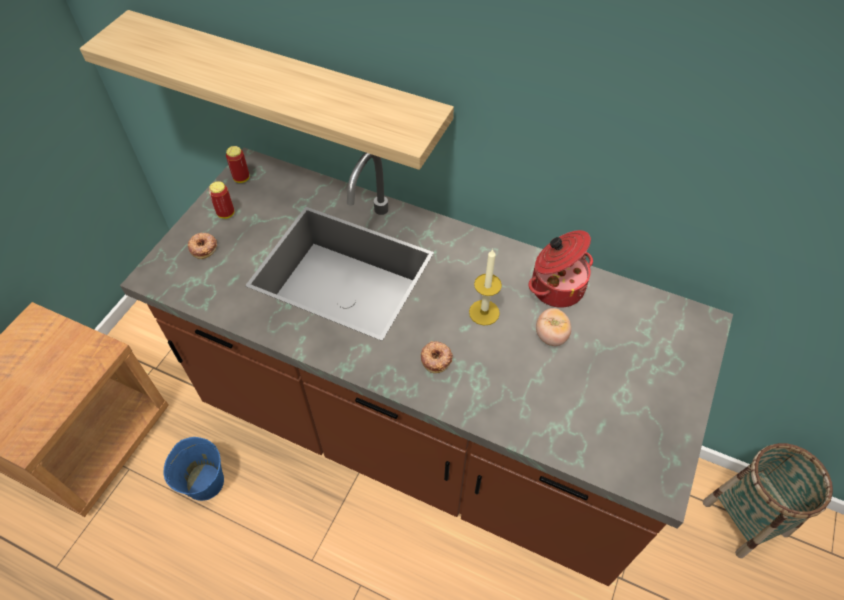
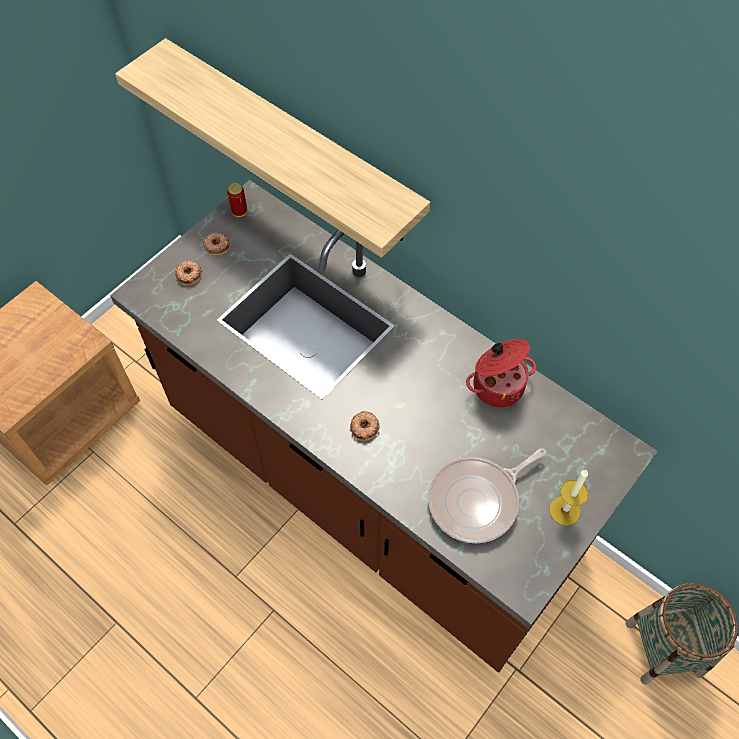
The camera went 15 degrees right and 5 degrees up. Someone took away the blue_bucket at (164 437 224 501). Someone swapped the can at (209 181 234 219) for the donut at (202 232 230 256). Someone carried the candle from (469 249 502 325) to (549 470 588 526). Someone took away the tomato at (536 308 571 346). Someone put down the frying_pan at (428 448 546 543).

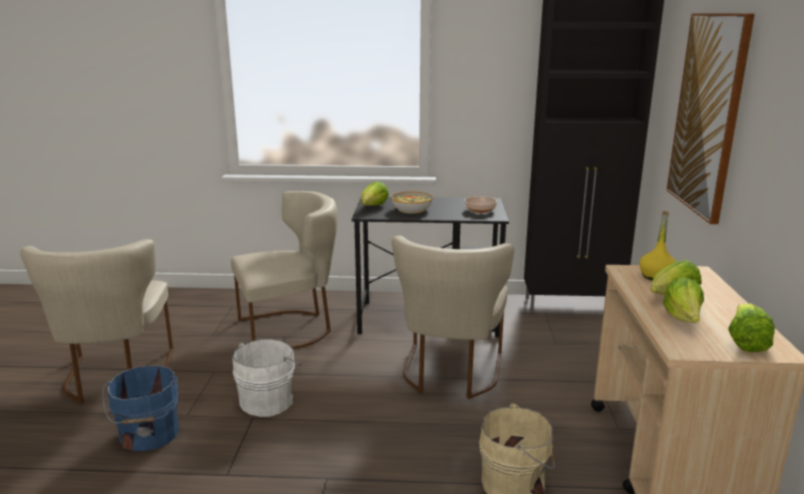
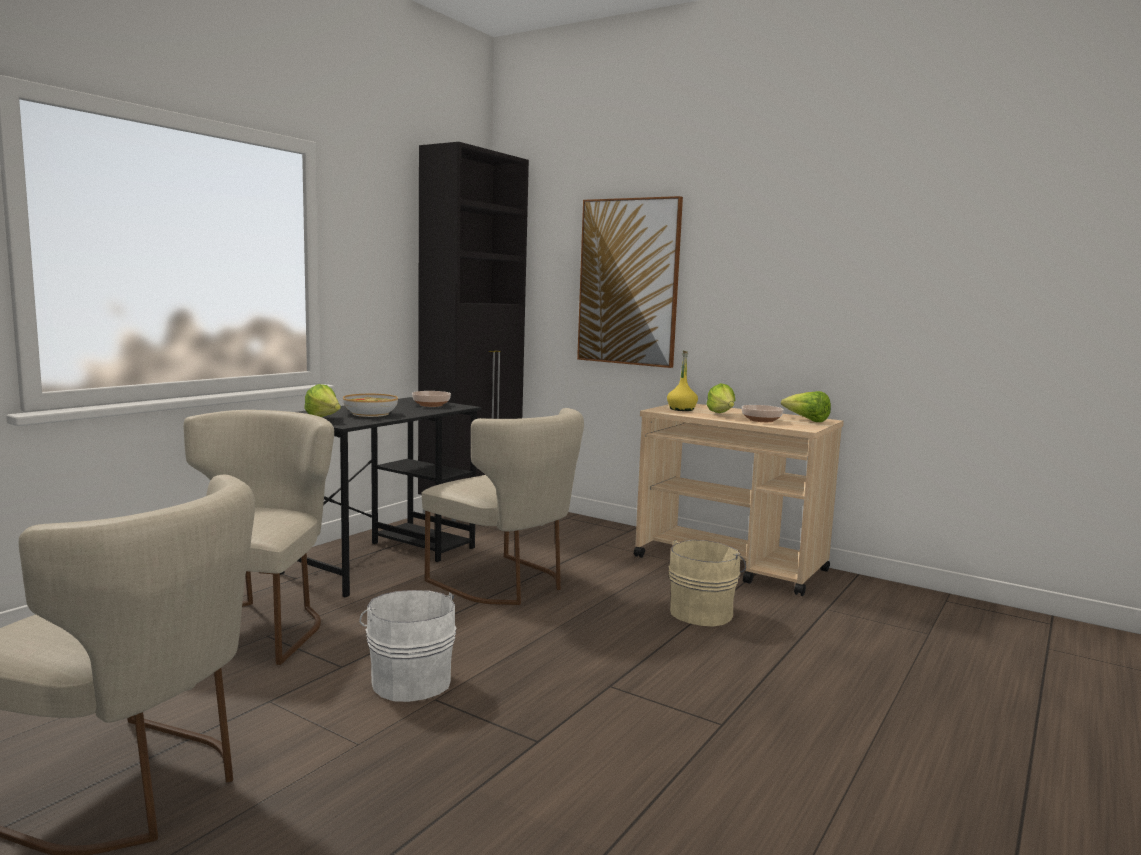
The camera went 60 degrees left and 10 degrees down. Someone took away the blue_bucket at (102 366 179 451). Someone swapped the lettuce at (663 277 704 323) for the bowl at (742 405 784 422).

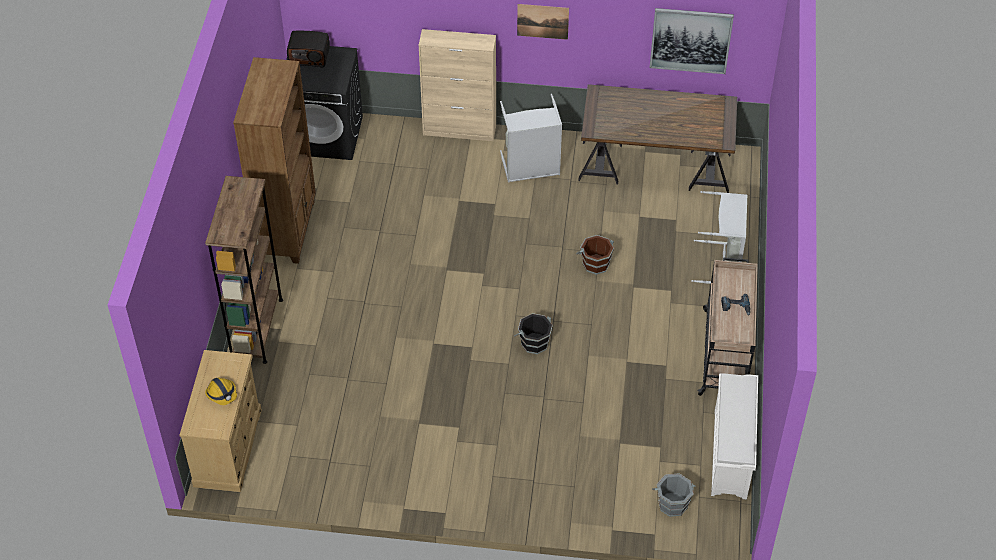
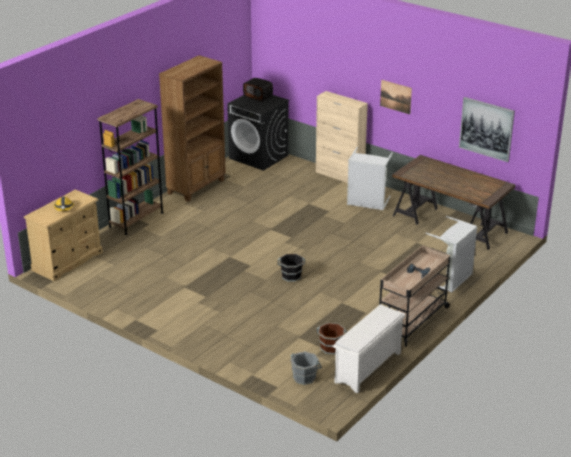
The camera went 30 degrees right and 20 degrees down. Someone carried the brown_bucket from (576 235 614 275) to (317 323 347 354).

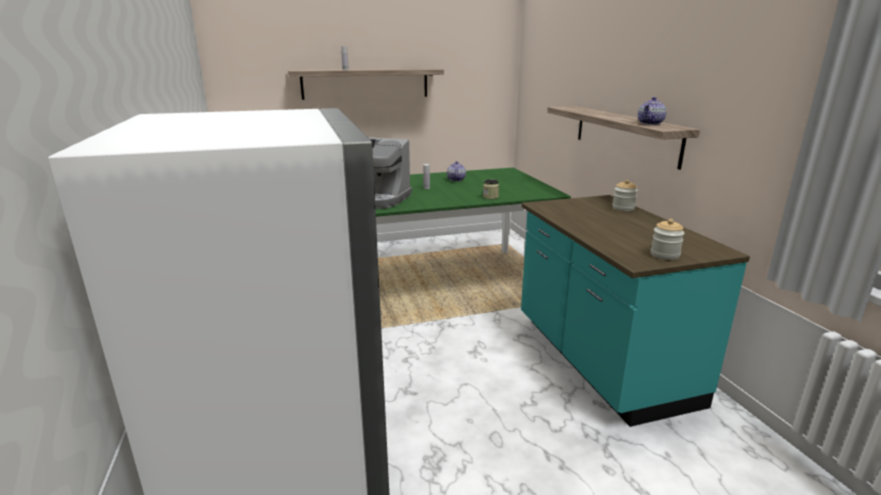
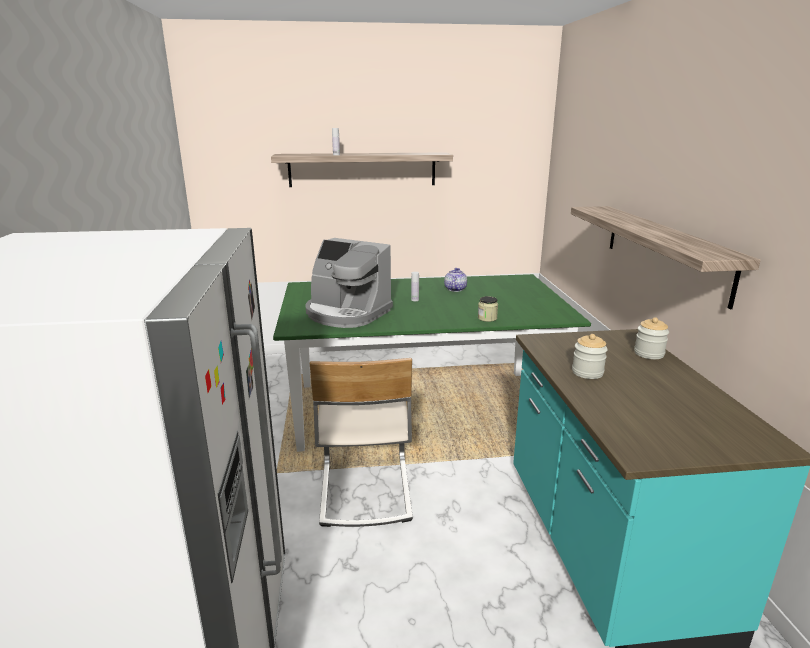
The camera went 10 degrees right and 0 degrees up. Someone took away the teapot at (638 97 667 125). Someone carried the jar from (650 219 685 260) to (572 334 608 379). Someone put down the beige_chair at (310 358 413 527).

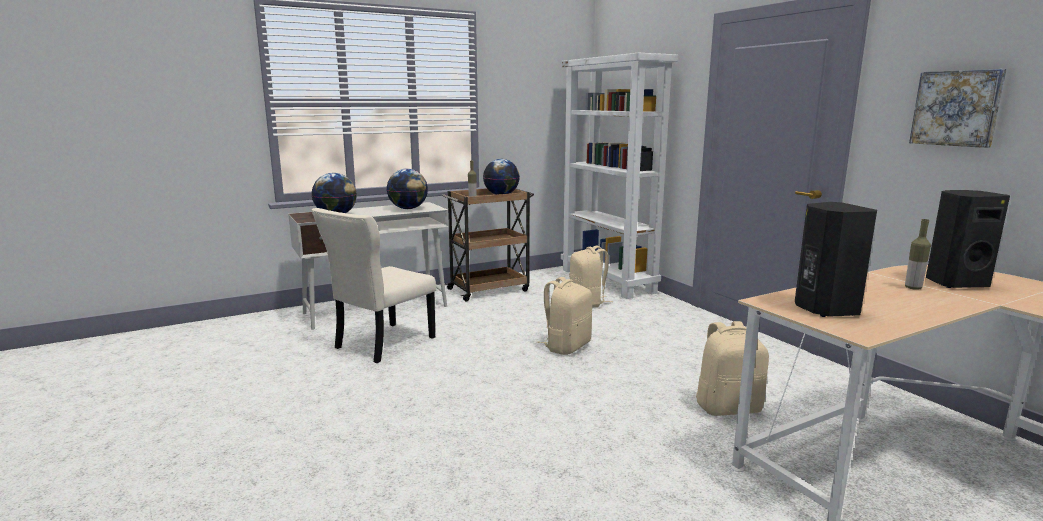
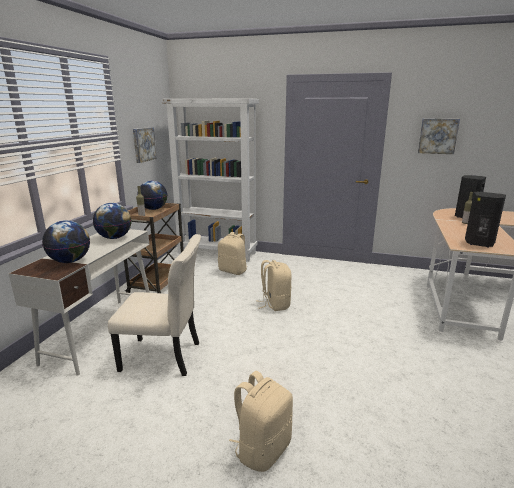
The camera went 45 degrees left and 5 degrees up. Someone rotated the beige_chair at (312 208 436 363) by 75 degrees counterclockwise. Someone carried the beige_backpack from (696 321 769 416) to (229 371 293 472). Someone put up the picture at (133 127 157 163).

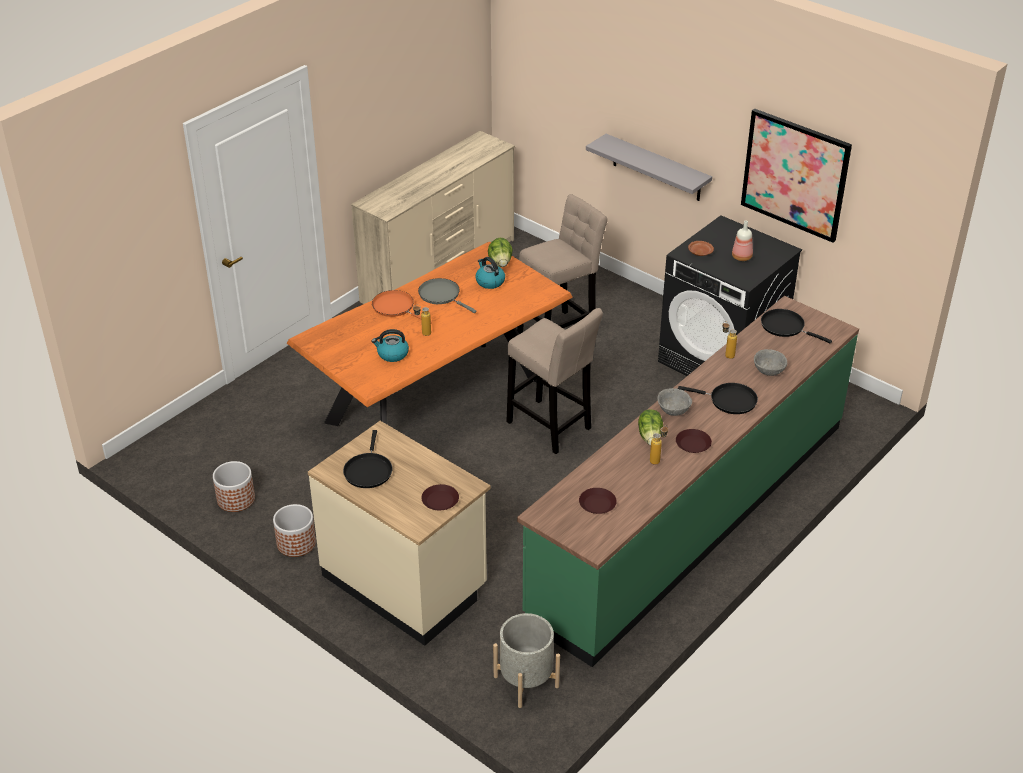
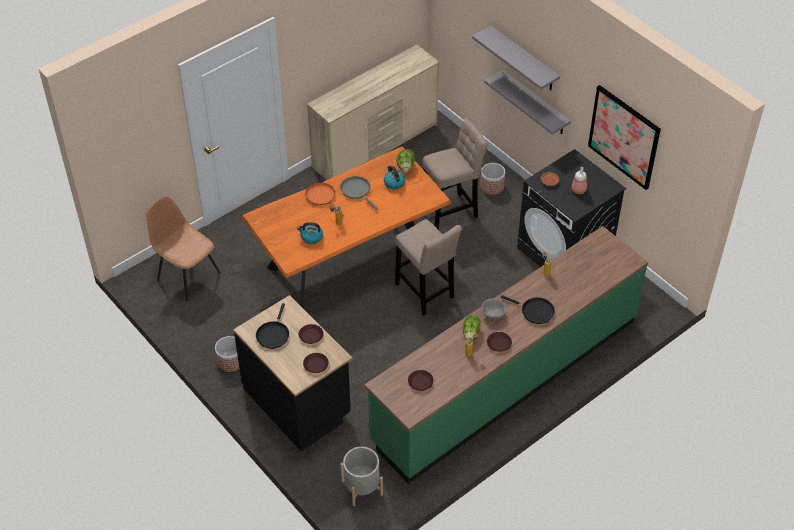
The camera went 10 degrees right and 10 degrees up. Someone carried the planter from (213 461 255 512) to (480 163 505 195). Someone repainted the beige_counter at (308 421 491 646), which became the black_counter at (233 295 352 451). Someone took away the grey_bowl at (754 349 787 376). Someone took away the black_frying_pan at (761 309 832 343). Someone put down the brown_chair at (146 196 221 301). Someone put down the brown_plate at (299 324 324 344). Someone put up the grey_shelf at (472 26 560 90).

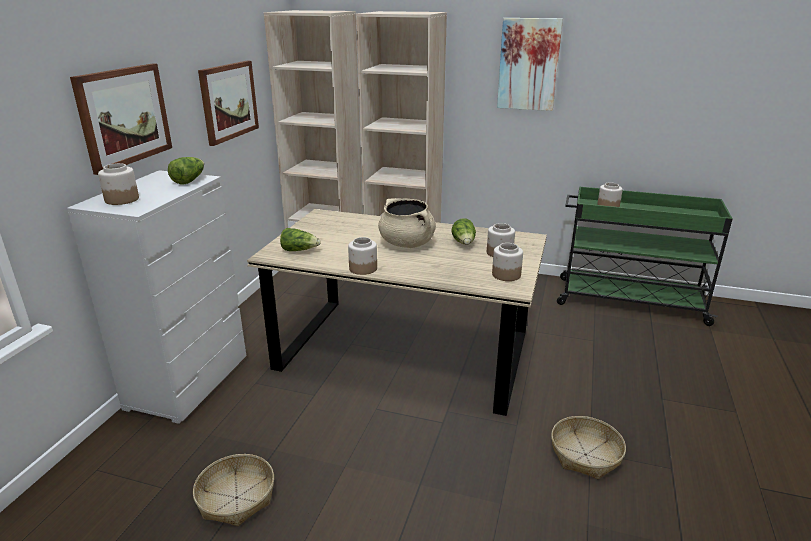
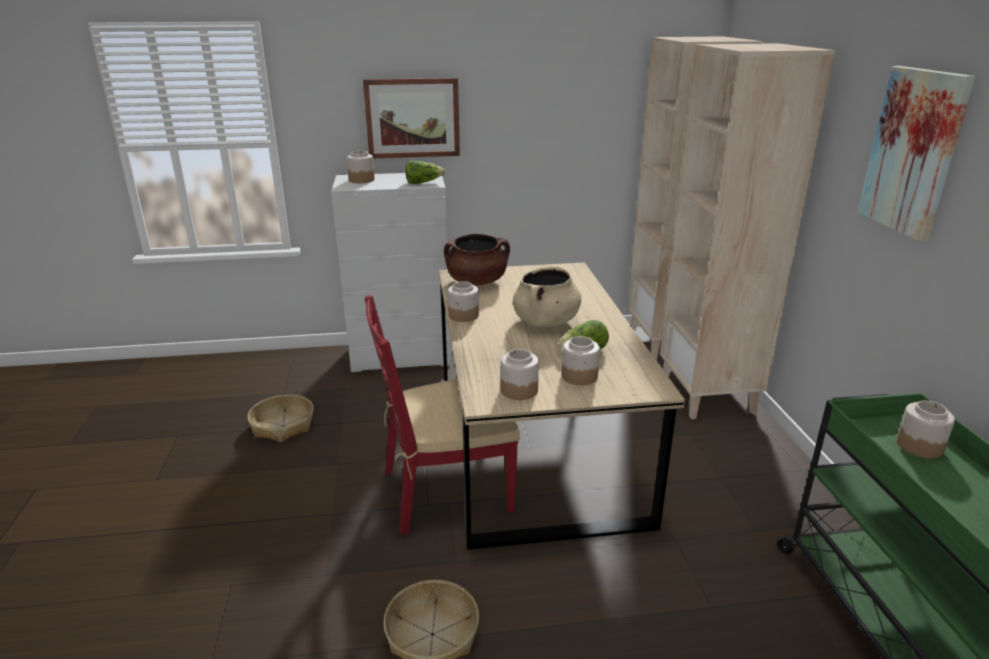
The camera went 65 degrees right and 0 degrees up. Someone took away the picture at (198 61 259 146). Someone swapped the lettuce at (280 228 320 251) for the brown_cooking_pot at (444 234 510 285). Someone put down the red_chair at (365 295 520 535).

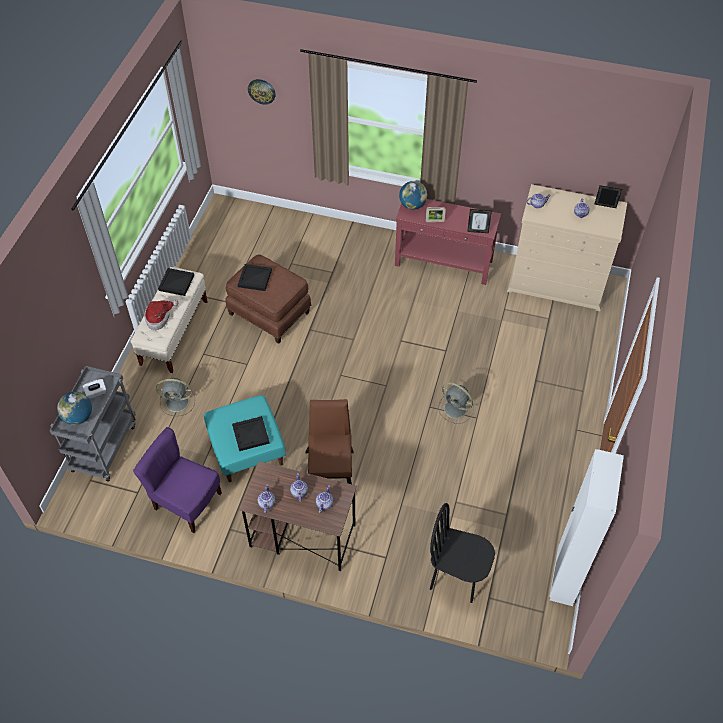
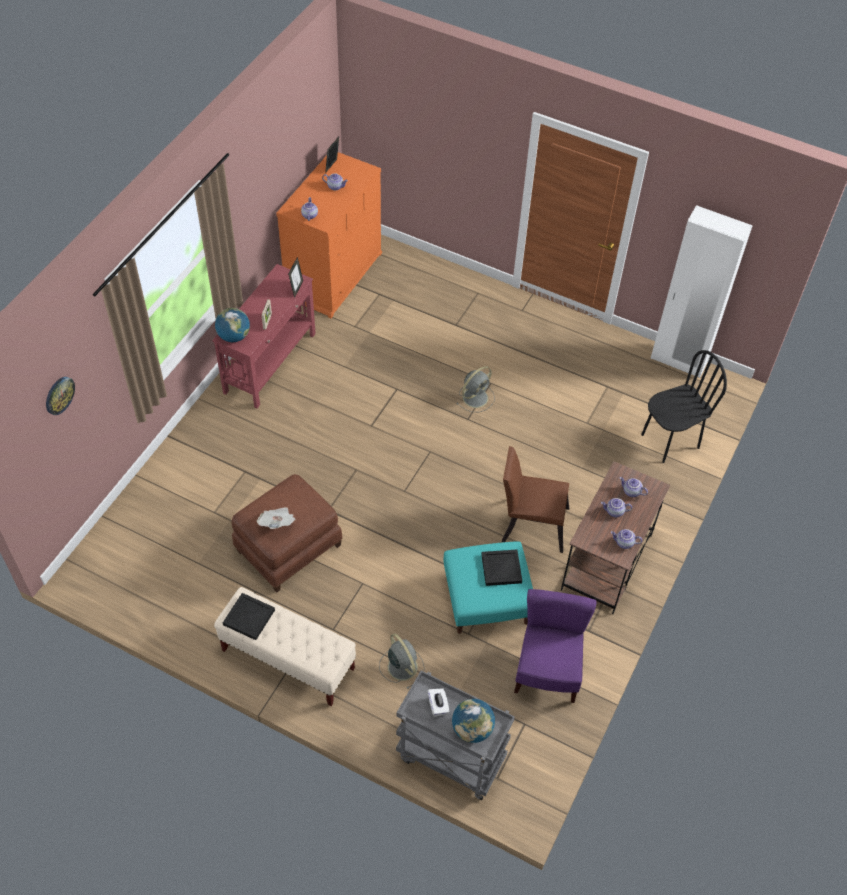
The camera went 80 degrees left and 0 degrees up. Someone rotated the purple_chair at (133 427 222 533) by 150 degrees clockwise. Someone took away the hat at (144 300 179 330). Someone rotated the grey_fan at (156 378 195 416) by 45 degrees counterclockwise. Someone swapped the black_tray at (238 264 272 291) for the newspaper at (257 507 296 529). Someone rotated the black_chair at (430 503 495 603) by 150 degrees counterclockwise. Someone repainted the beige_dresser at (507 184 627 311), which became the orange_dresser at (276 152 382 318).

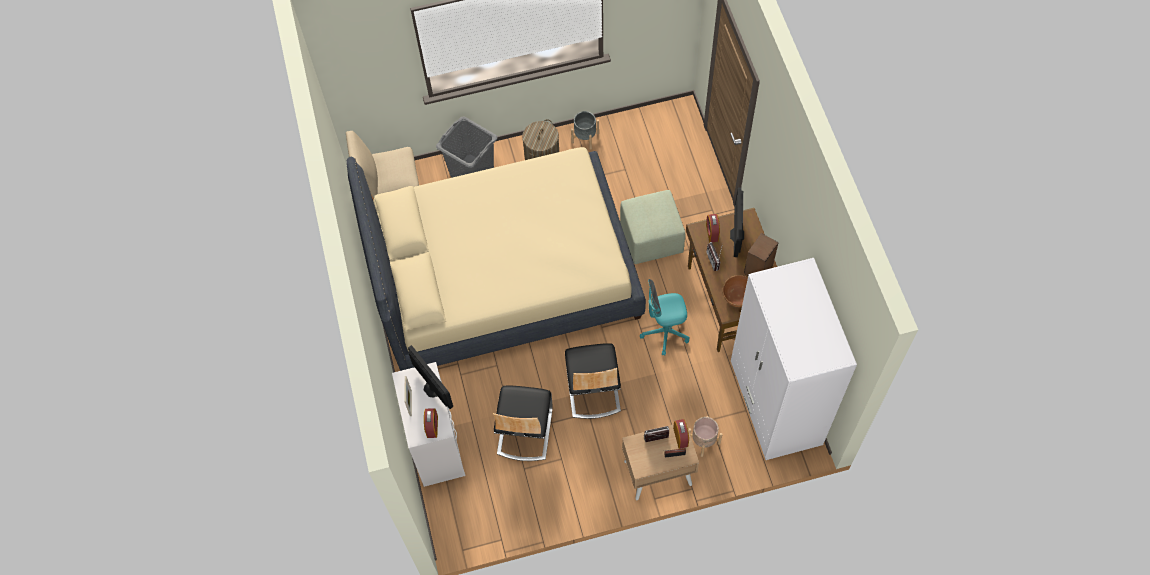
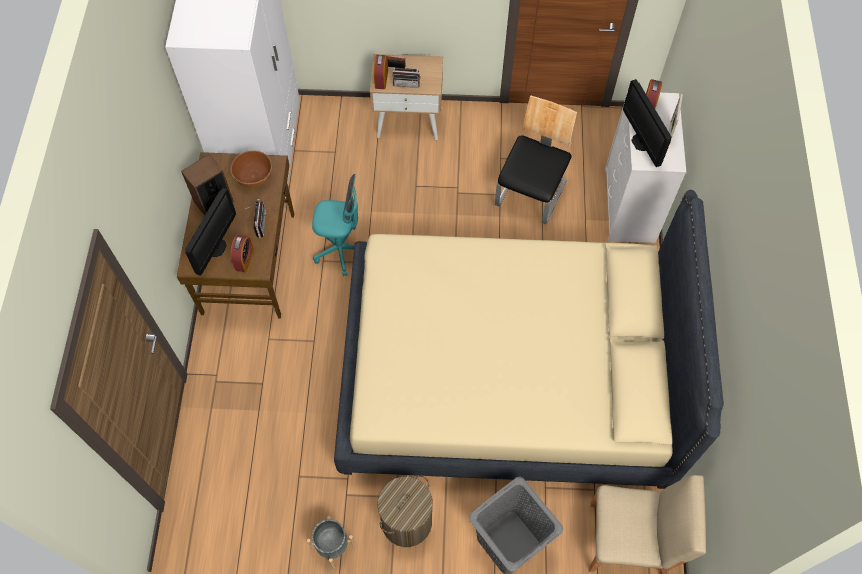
The camera went 165 degrees left and 0 degrees up. Someone took away the chair at (565 343 621 419). Someone took away the green_ottoman at (620 190 685 264). Someone took away the beige_planter at (689 416 723 457).

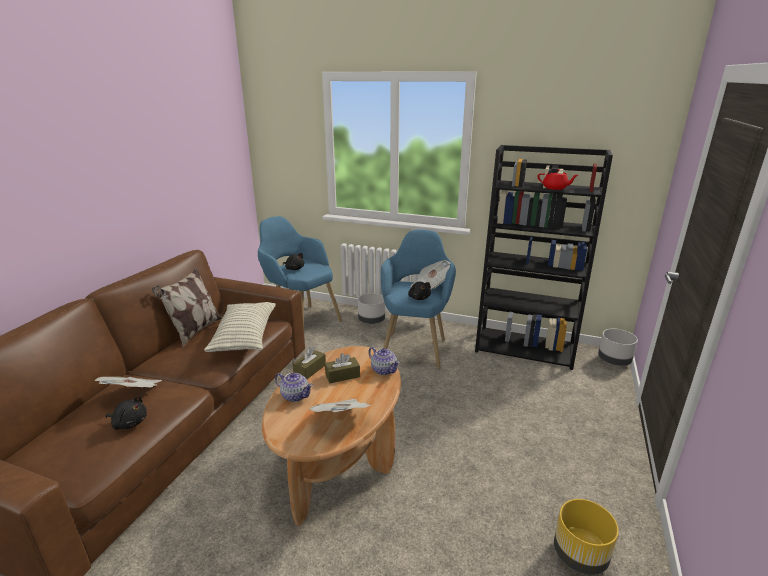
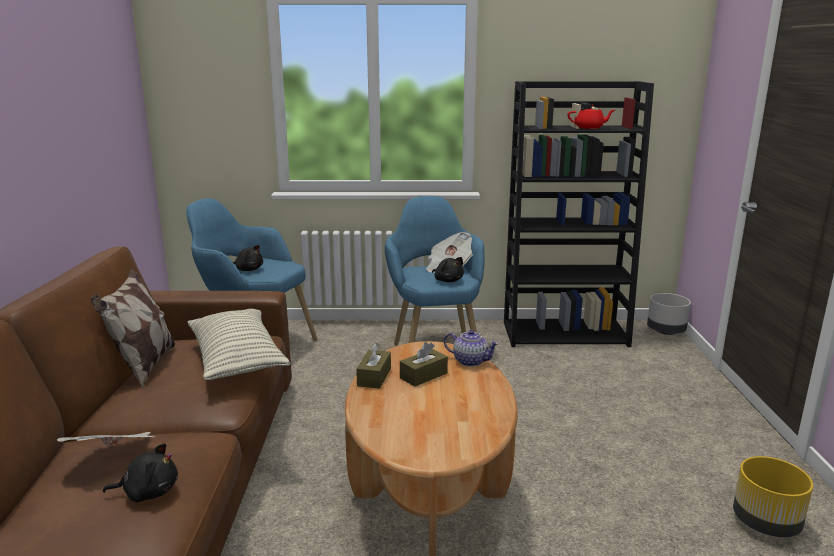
The camera went 20 degrees left and 5 degrees down. Someone took away the teapot at (275 373 313 402). Someone took away the newspaper at (310 399 371 412). Someone took away the grey_planter at (358 293 385 324).

